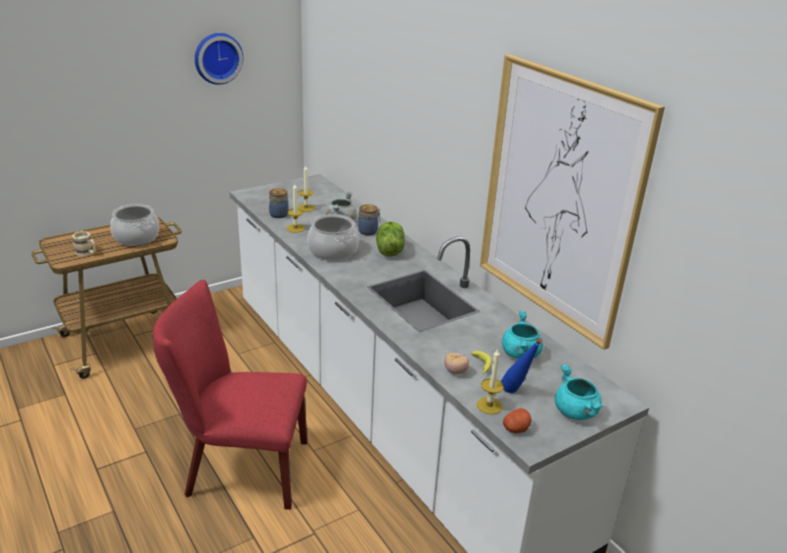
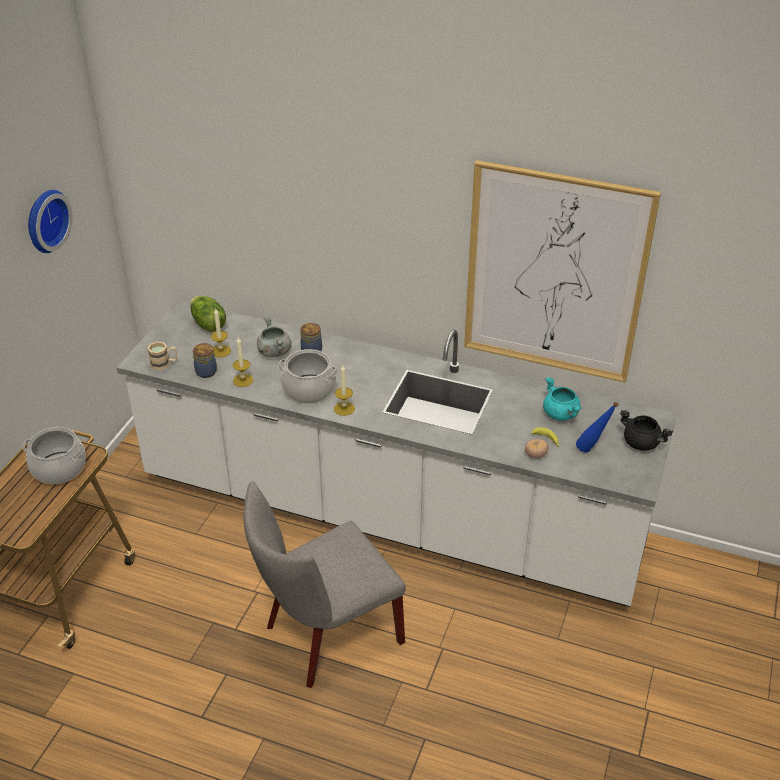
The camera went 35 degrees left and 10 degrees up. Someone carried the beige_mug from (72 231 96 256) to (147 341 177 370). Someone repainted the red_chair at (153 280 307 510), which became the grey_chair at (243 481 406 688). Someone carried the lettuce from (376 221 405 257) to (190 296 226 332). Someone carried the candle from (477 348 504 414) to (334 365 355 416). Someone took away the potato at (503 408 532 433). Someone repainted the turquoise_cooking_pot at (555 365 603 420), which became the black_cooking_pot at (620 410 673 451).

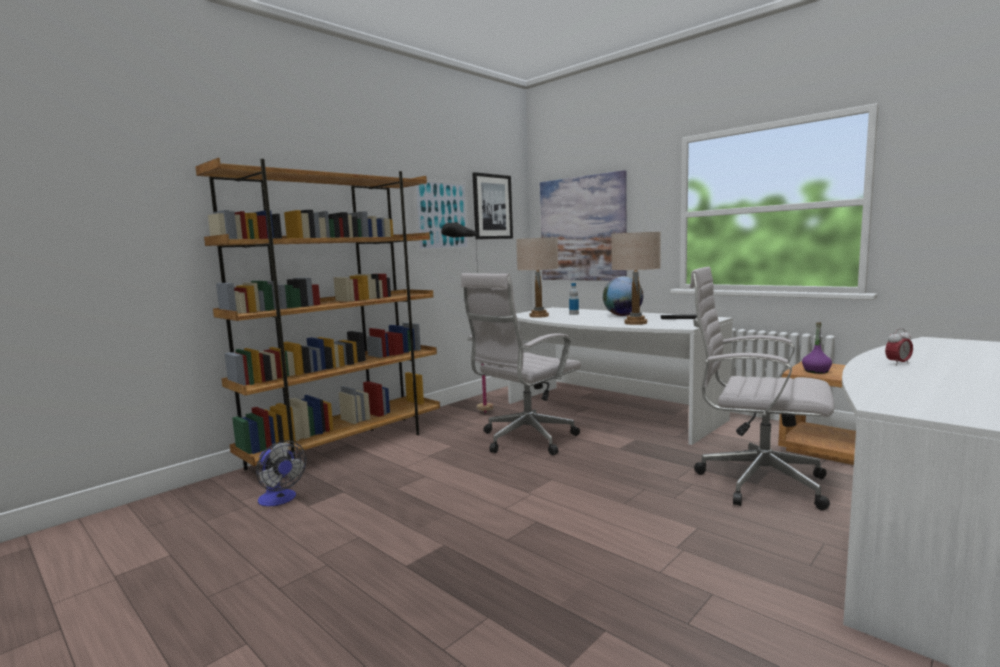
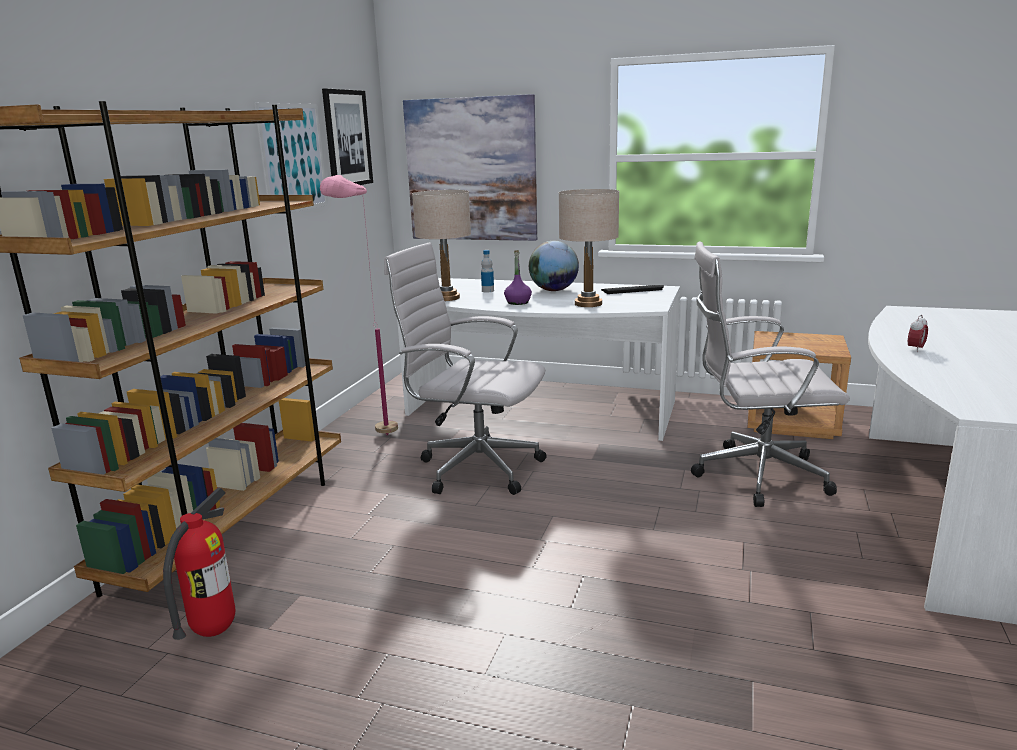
The camera went 25 degrees left and 10 degrees up. Someone swapped the fan at (256 440 306 506) for the fire_extinguisher at (163 488 235 640). Someone repainted the black_floor_lamp at (441 222 494 413), which became the pink_floor_lamp at (320 175 398 435). Someone rotated the white_office_chair at (461 273 581 455) by 90 degrees clockwise. Someone carried the purple_bottle from (802 322 832 374) to (504 250 532 305).

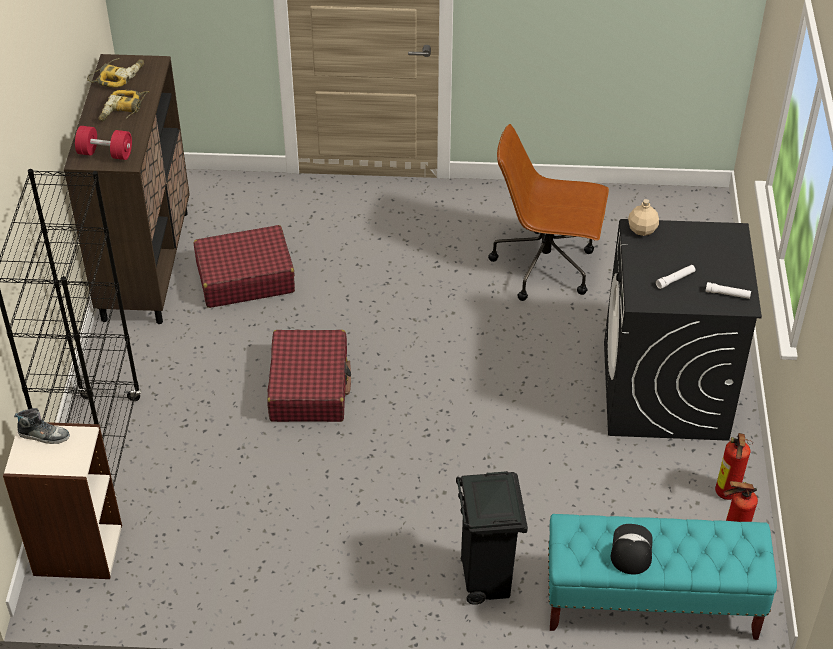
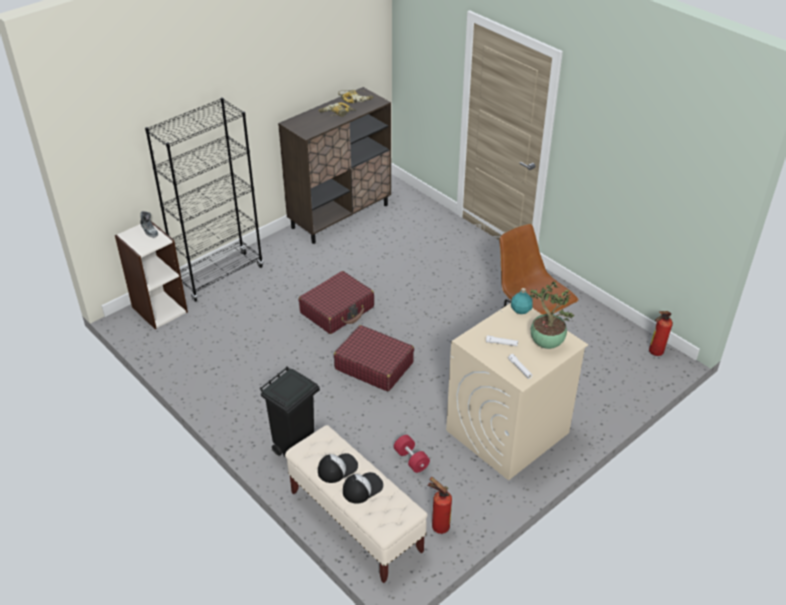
The camera went 45 degrees right and 5 degrees down. Someone carried the red_dumbbell from (75 126 132 160) to (394 435 430 473). Someone carried the red_suitcase from (194 225 295 308) to (334 325 414 392). Someone repainted the turquoise_bench at (548 514 777 640), which became the beige_bench at (285 425 428 583). Someone repainted the black_washing_machine at (604 219 762 441), which became the beige_washing_machine at (446 303 588 481). Someone repainted the beige_bottle at (628 199 659 236), which became the turquoise_bottle at (511 288 533 314). Someone carried the fire_extinguisher from (715 433 751 500) to (649 311 673 356). Someone put down the cap at (343 472 383 504). Someone put down the potted_plant at (530 281 575 349).

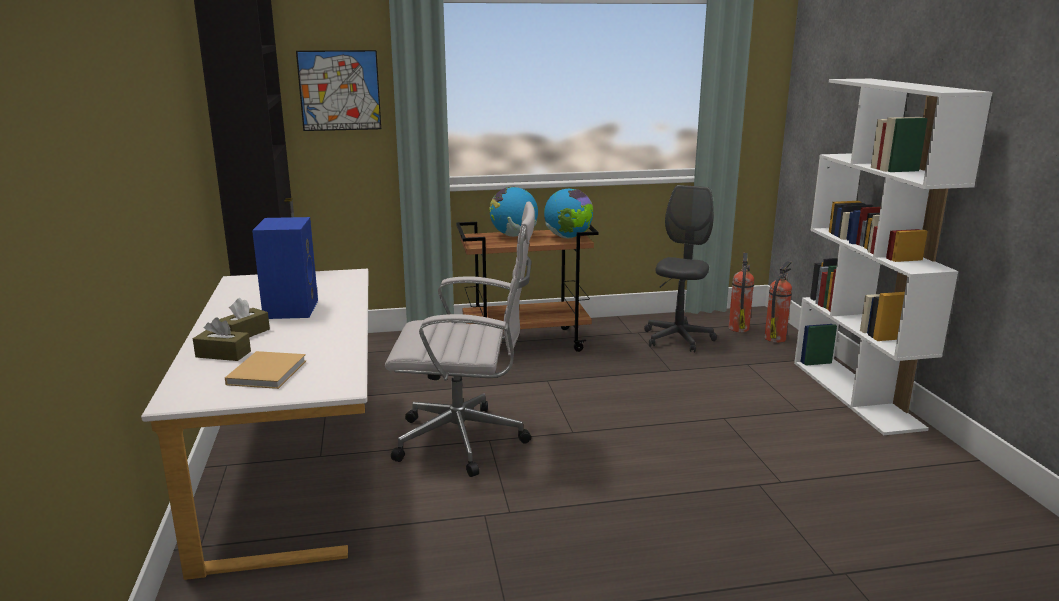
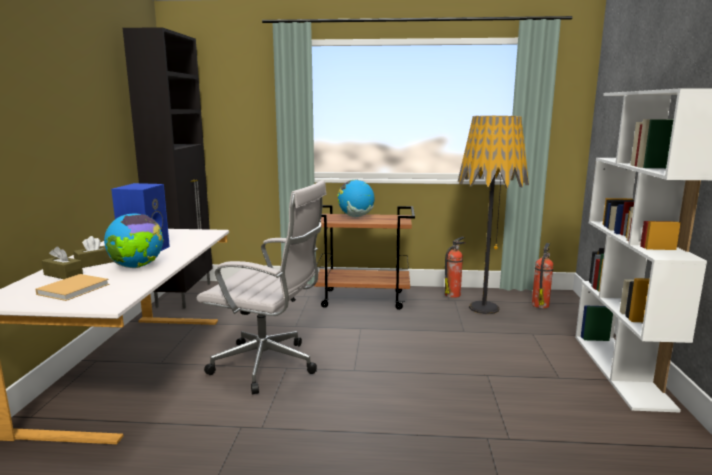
The camera went 15 degrees right and 5 degrees down. Someone took away the picture at (296 50 381 131). Someone carried the globe from (544 189 593 239) to (104 213 163 268). Someone swapped the grey_office_chair at (644 185 717 352) for the floor_lamp at (458 116 529 314). Someone carried the fire_extinguisher from (764 261 792 343) to (445 236 466 298).

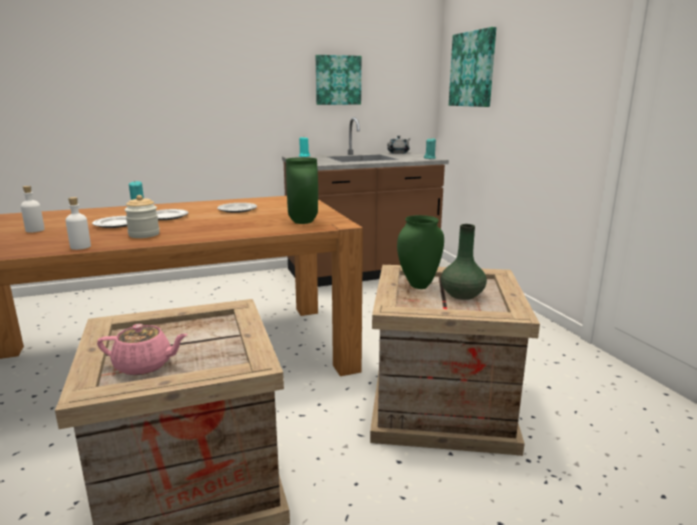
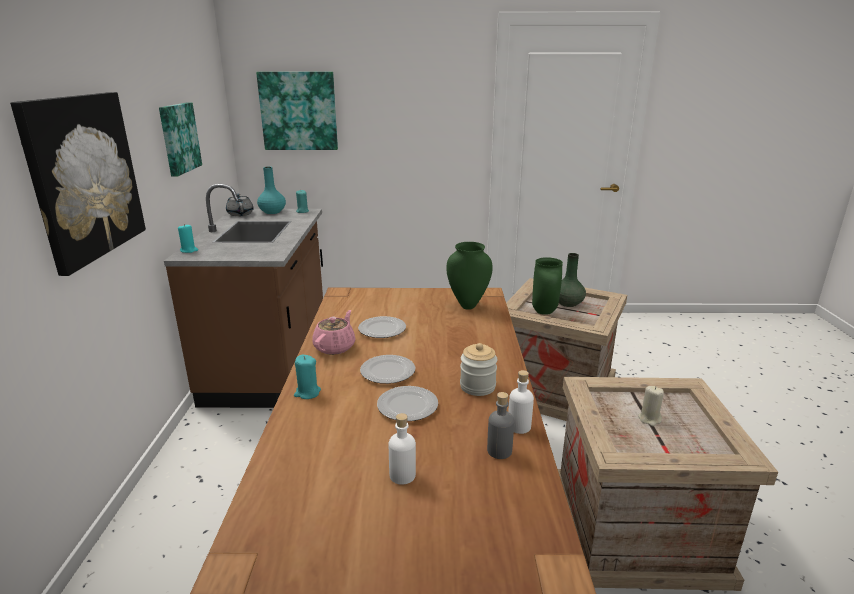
The camera went 70 degrees left and 5 degrees up. Someone carried the pink_teapot from (97 324 188 375) to (312 310 355 355). Someone put up the picture at (10 92 146 276). Someone put down the turquoise_vase at (257 166 286 214). Someone put down the grey_bottle at (487 392 514 459). Someone put down the beige_candle at (638 386 664 426).

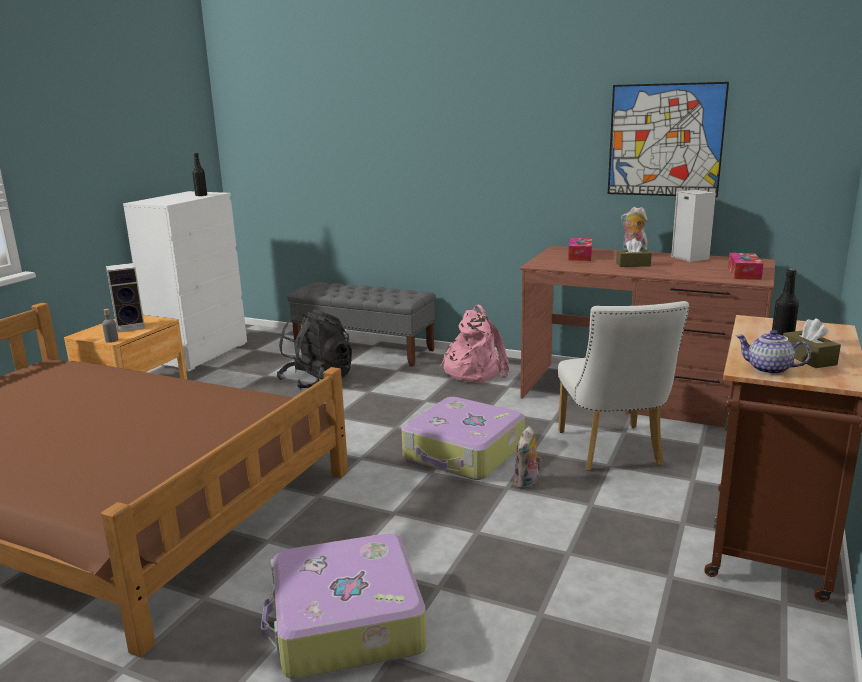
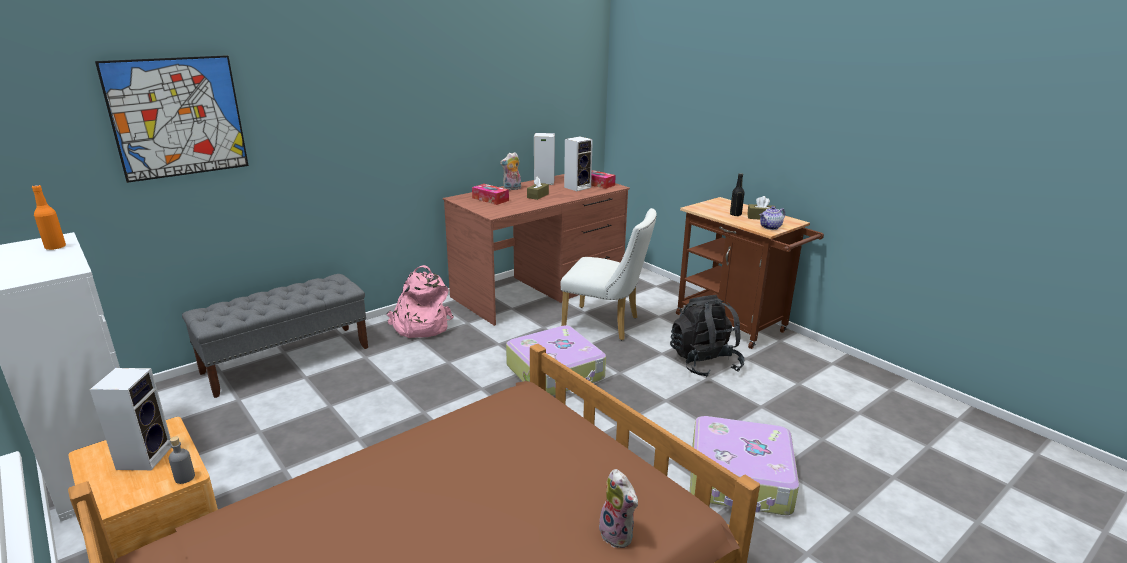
The camera went 65 degrees left and 5 degrees up. Someone repainted the black_bottle at (192 153 207 196), which became the orange_bottle at (32 185 66 250). Someone carried the black_backpack from (277 309 352 390) to (670 295 744 377). Someone carried the plush_toy from (514 426 542 489) to (599 469 638 548). Someone carried the picture from (608 82 729 197) to (95 55 249 183). Someone put down the speaker at (564 136 593 191).

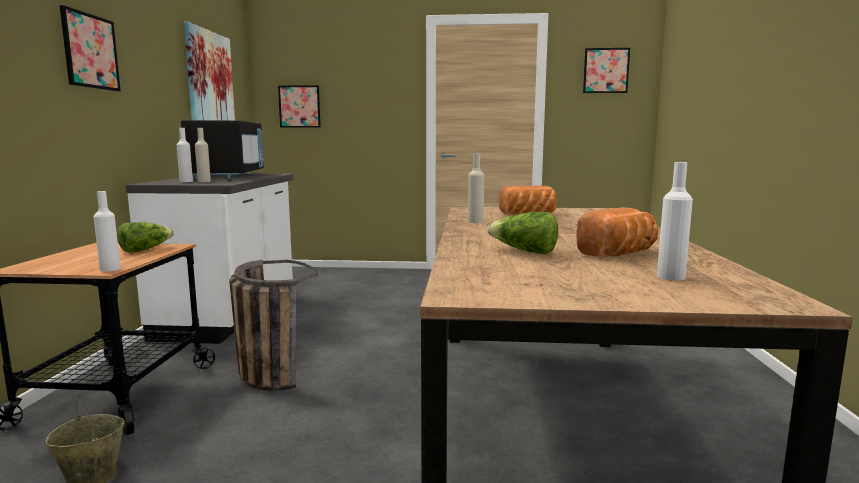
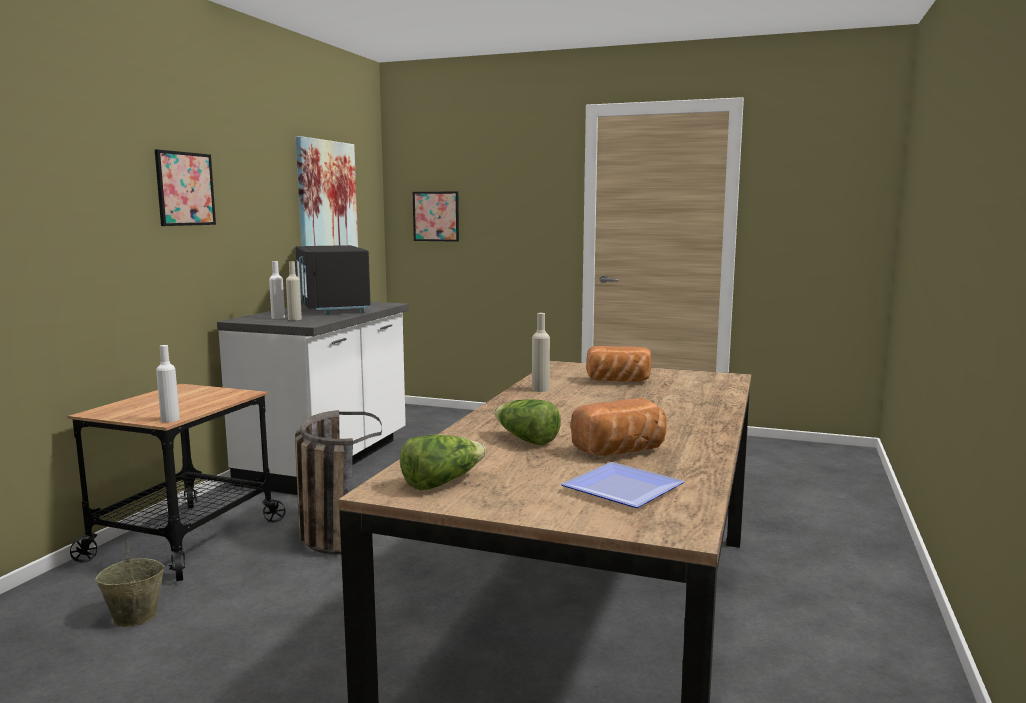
The camera went 15 degrees right and 0 degrees up. Someone carried the lettuce from (117 222 174 253) to (400 435 486 490). Someone rotated the black_microwave at (181 120 264 179) by 150 degrees clockwise. Someone took away the picture at (583 48 630 93). Someone swapped the white_bottle at (657 162 693 280) for the plate at (561 462 684 508).

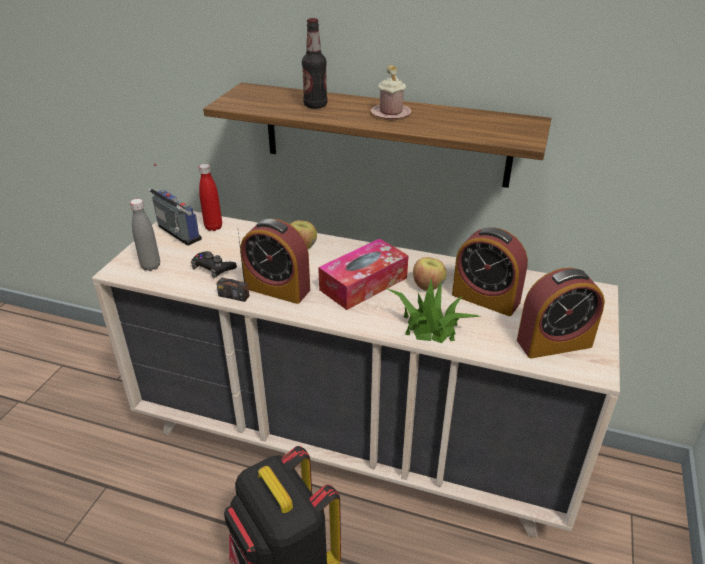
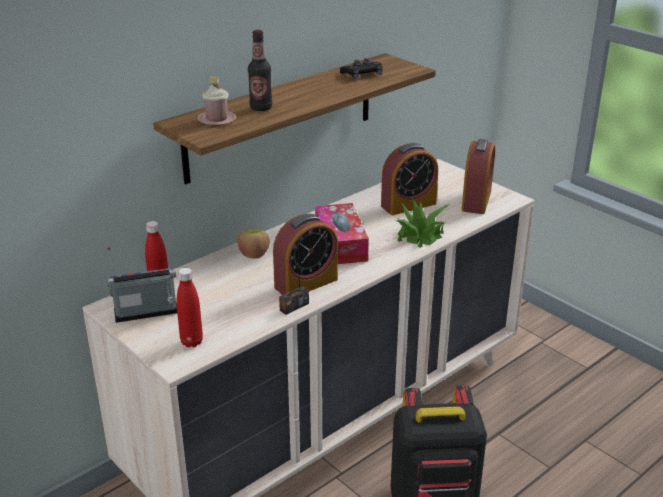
The camera went 60 degrees left and 5 degrees down. Someone repainted the grey_bottle at (130 199 160 271), which became the red_bottle at (177 268 203 347). Someone carried the black_game_controller from (191 251 237 278) to (340 58 382 79). Someone carried the pink_mug from (371 65 411 119) to (197 77 237 125). Someone took away the apple at (413 257 447 291).

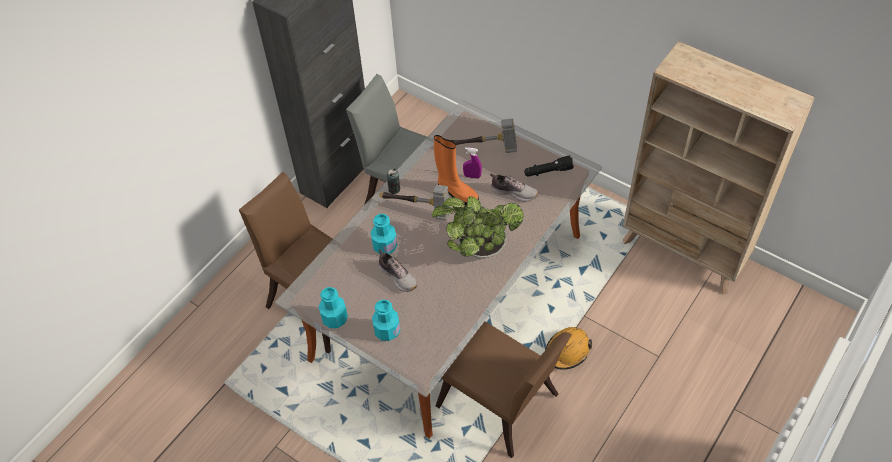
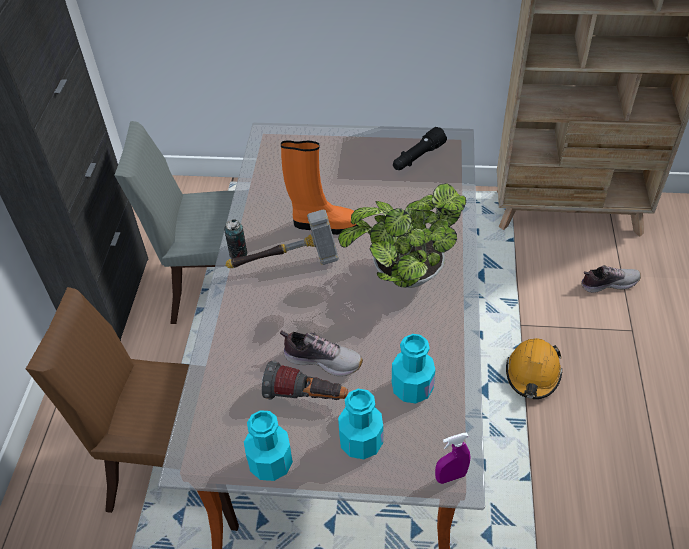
The camera went 30 degrees left and 5 degrees down. Someone carried the turquoise_bottle from (371 214 397 254) to (392 334 435 404). Someone took away the brown_chair at (436 322 572 458). Someone took away the hammer at (451 118 517 153). Someone carried the purple_spray_bottle from (463 147 482 179) to (435 433 471 484). Someone carried the shoe from (490 173 538 202) to (581 265 641 293). Someone put down the flashlight at (262 361 348 400).

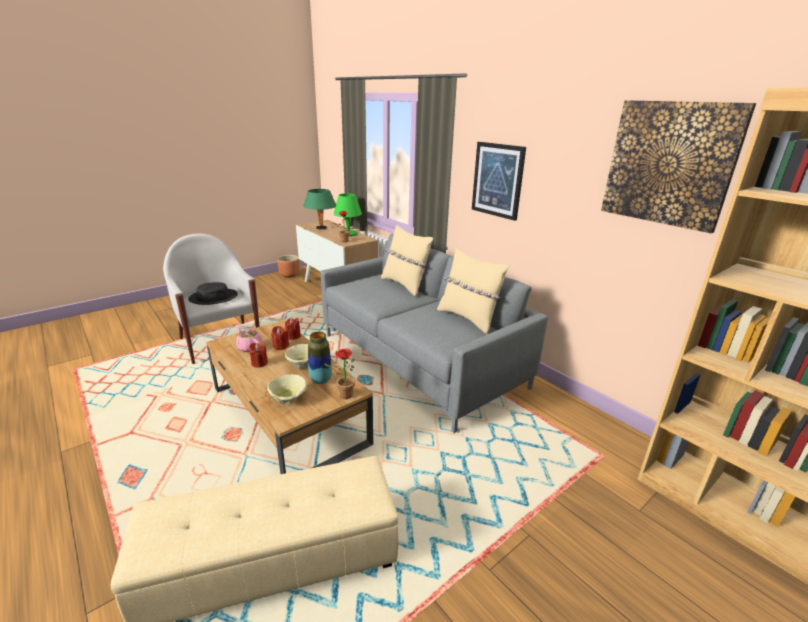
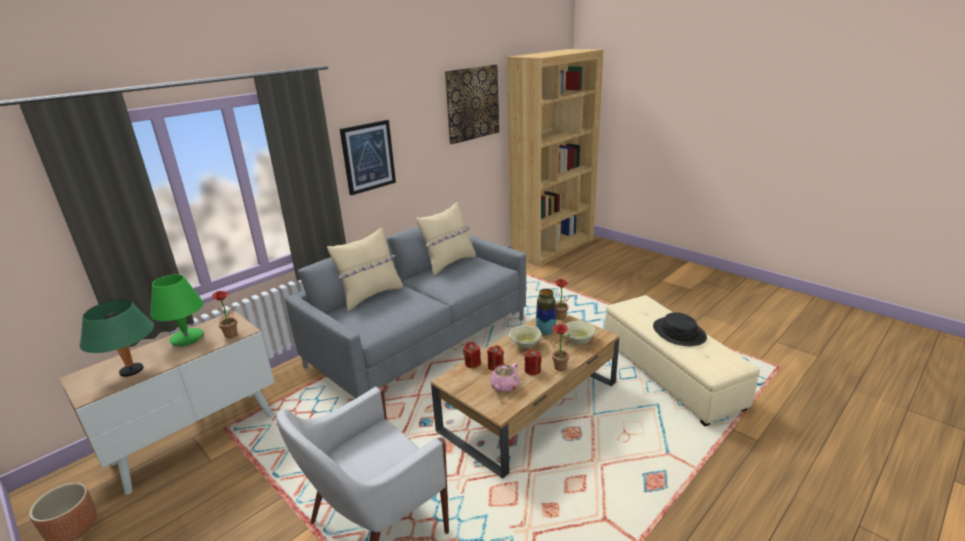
The camera went 95 degrees left and 0 degrees up. Someone carried the black_hat from (188 282 238 305) to (653 312 707 346). Someone put down the potted_plant at (542 324 570 371).

